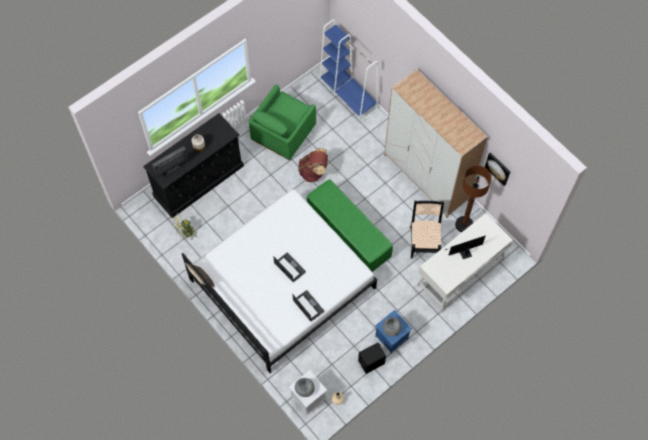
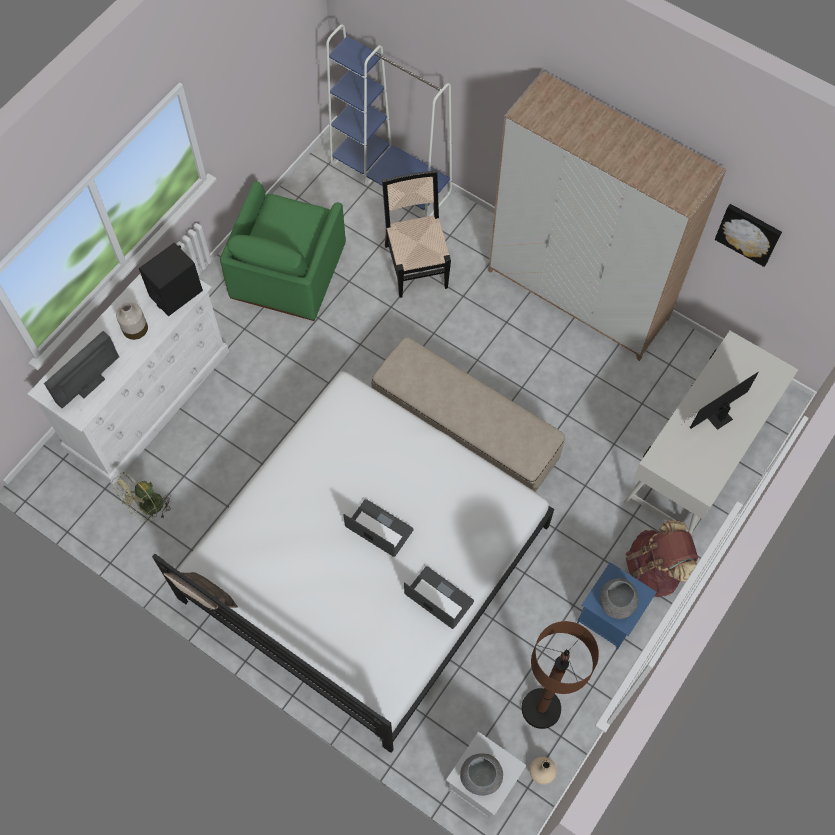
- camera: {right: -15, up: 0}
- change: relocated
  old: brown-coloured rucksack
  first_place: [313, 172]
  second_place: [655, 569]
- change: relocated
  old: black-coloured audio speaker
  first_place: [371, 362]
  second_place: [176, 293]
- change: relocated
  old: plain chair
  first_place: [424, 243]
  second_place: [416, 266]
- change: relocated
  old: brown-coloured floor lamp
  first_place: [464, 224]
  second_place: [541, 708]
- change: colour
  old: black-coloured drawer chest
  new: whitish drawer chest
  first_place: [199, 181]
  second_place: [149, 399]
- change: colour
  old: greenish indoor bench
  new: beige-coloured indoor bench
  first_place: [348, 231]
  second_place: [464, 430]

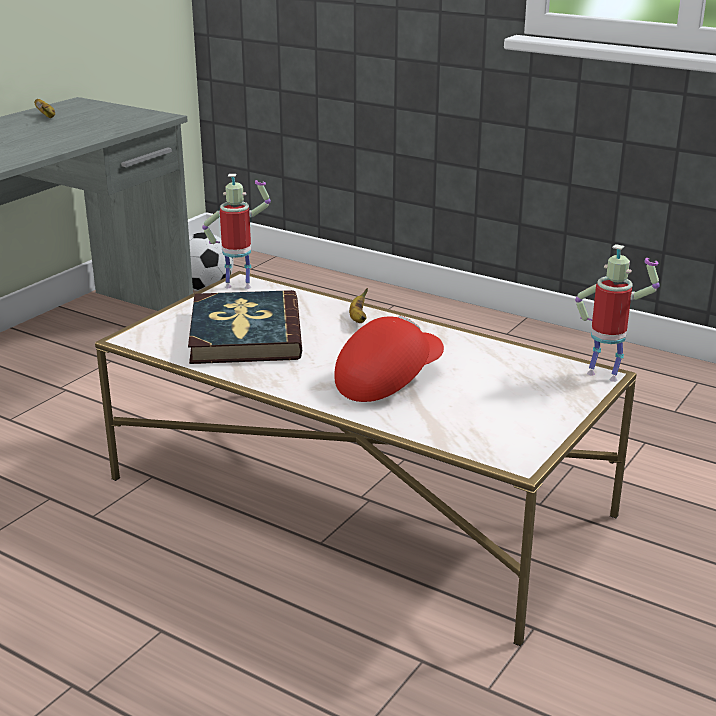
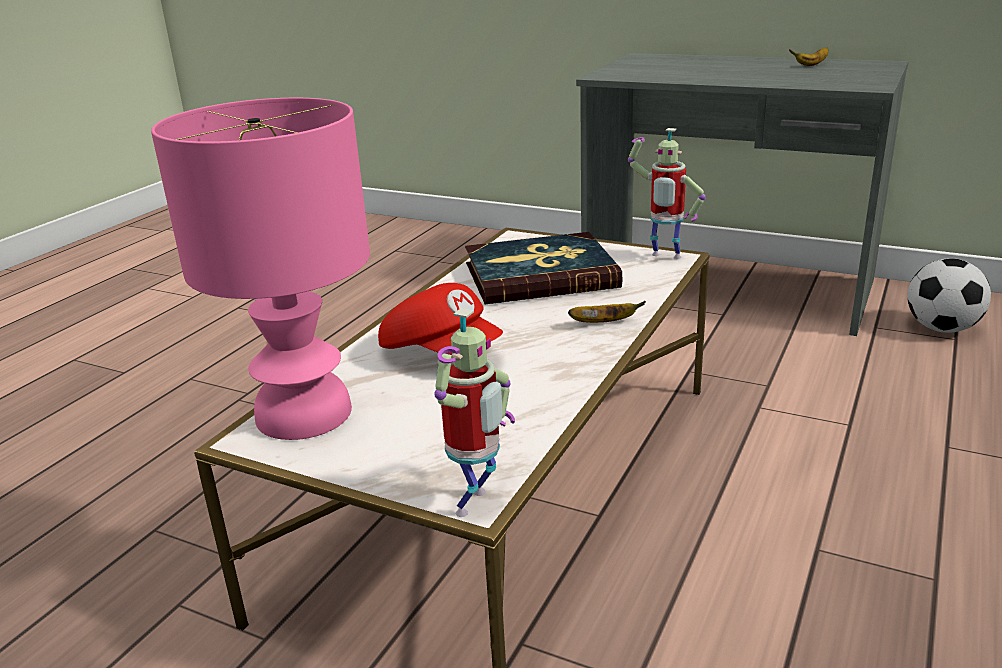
- camera: {right: 85, up: 0}
- change: appeared
  new: pink tabletop lamp
  second_place: [306, 414]
- change: spun
  old: robot figure
  first_place: [239, 285]
  second_place: [664, 257]
  degrees: 120

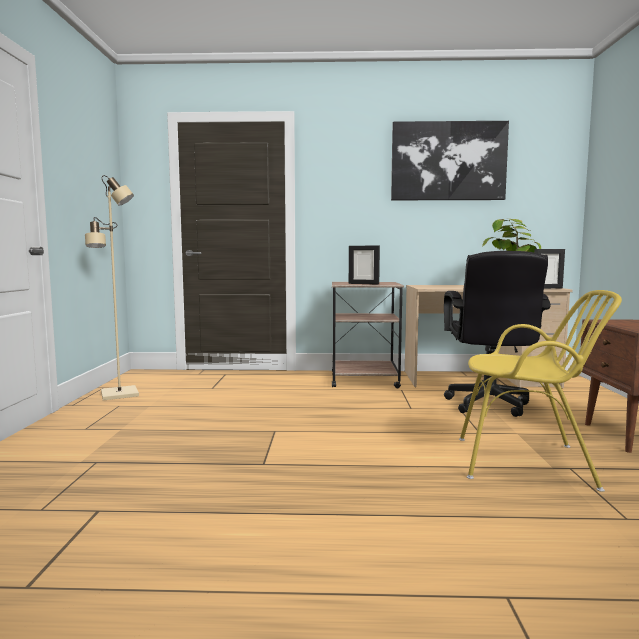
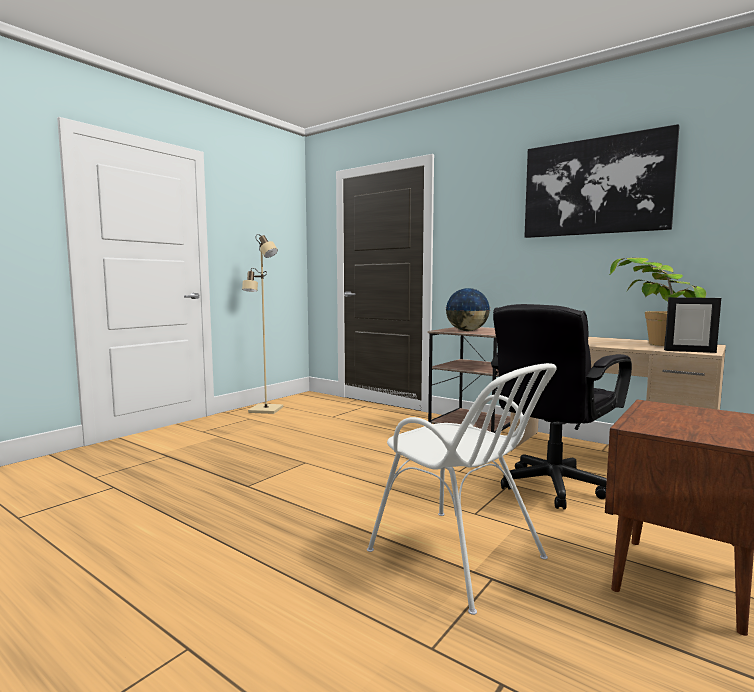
- camera: {right: 35, up: 0}
- change: exchanged
  old: standing frame
  new: globe
  first_place: [364, 284]
  second_place: [467, 331]
- change: colour
  old: yellow plain chair
  new: whitish plain chair
  first_place: [529, 462]
  second_place: [461, 557]

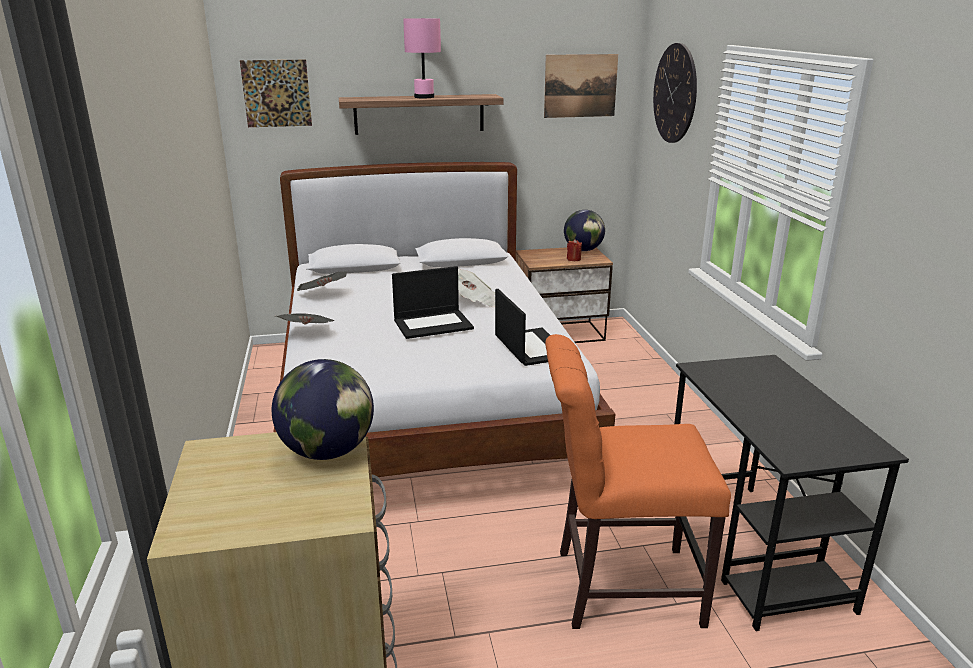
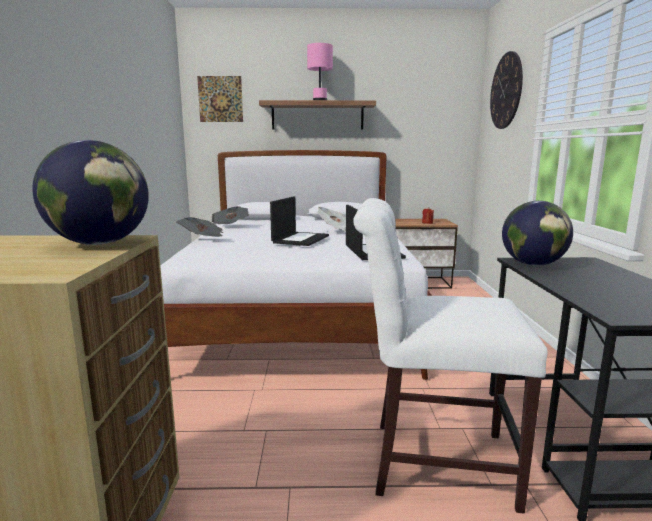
- camera: {right: 10, up: -10}
- change: missing
  old: wall picture
  first_place: [580, 86]
- change: relocated
  old: globe
  first_place: [583, 250]
  second_place: [533, 264]
- change: colour
  old: orange plain chair
  new: whitish plain chair
  first_place: [618, 586]
  second_place: [431, 461]
- change: spun
  old: laptop
  first_place: [433, 324]
  second_place: [300, 239]
  degrees: -60

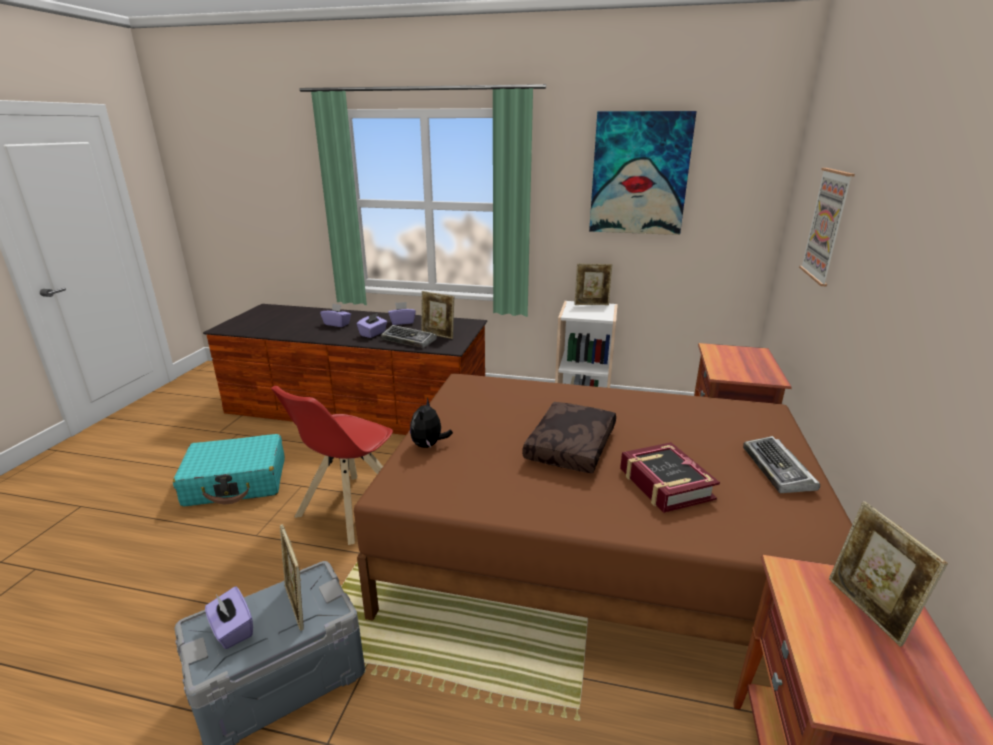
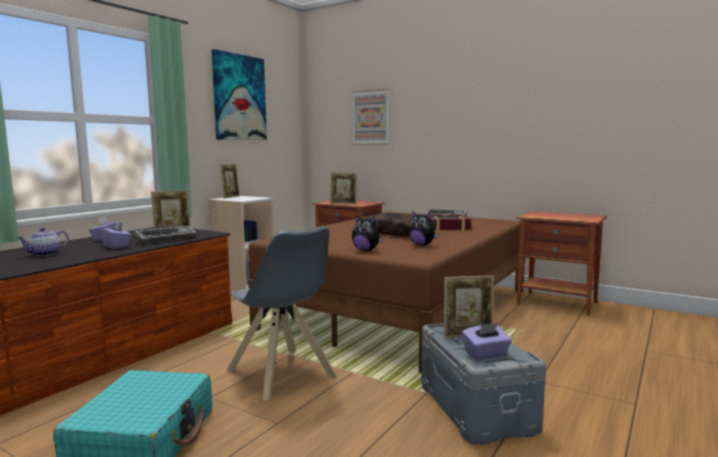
- camera: {right: -70, up: -15}
- change: appeared
  new: plush toy
  second_place: [422, 245]
- change: relocated
  old: standing frame
  first_place: [867, 610]
  second_place: [343, 203]
- change: exchanged
  old: purple-coloured tissue box
  new: tea pot
  first_place: [337, 324]
  second_place: [45, 254]
- change: colour
  old: reddish plain chair
  new: gray plain chair
  first_place: [350, 509]
  second_place: [282, 374]

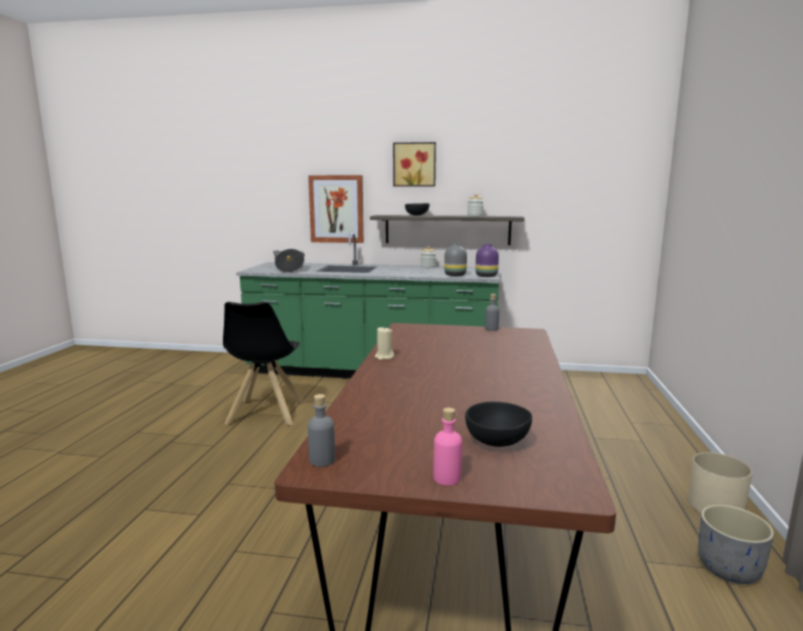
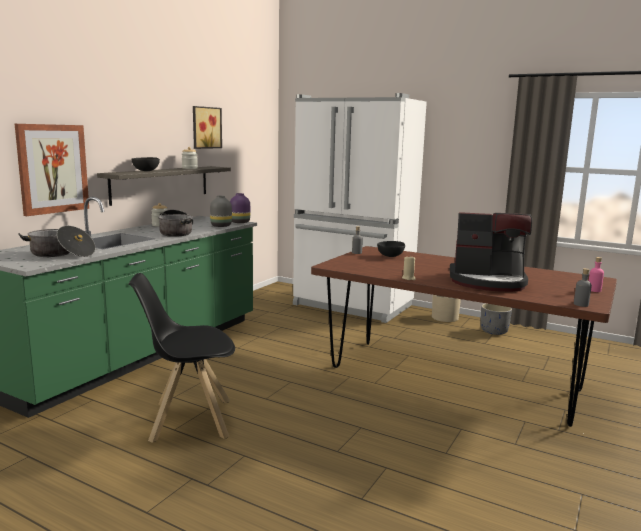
- camera: {right: -70, up: 0}
- change: appeared
  new: stockpot
  second_place: [176, 232]
- change: appeared
  new: whitish refrigerator
  second_place: [352, 306]
- change: appeared
  new: coffee machine
  second_place: [488, 281]
- change: relocated
  old: wall picture
  first_place: [414, 164]
  second_place: [205, 127]
- change: relocated
  old: black-coloured deep dish
  first_place: [497, 443]
  second_place: [391, 256]
- change: spun
  old: black-coloured plain chair
  first_place: [265, 414]
  second_place: [188, 420]
  degrees: 150

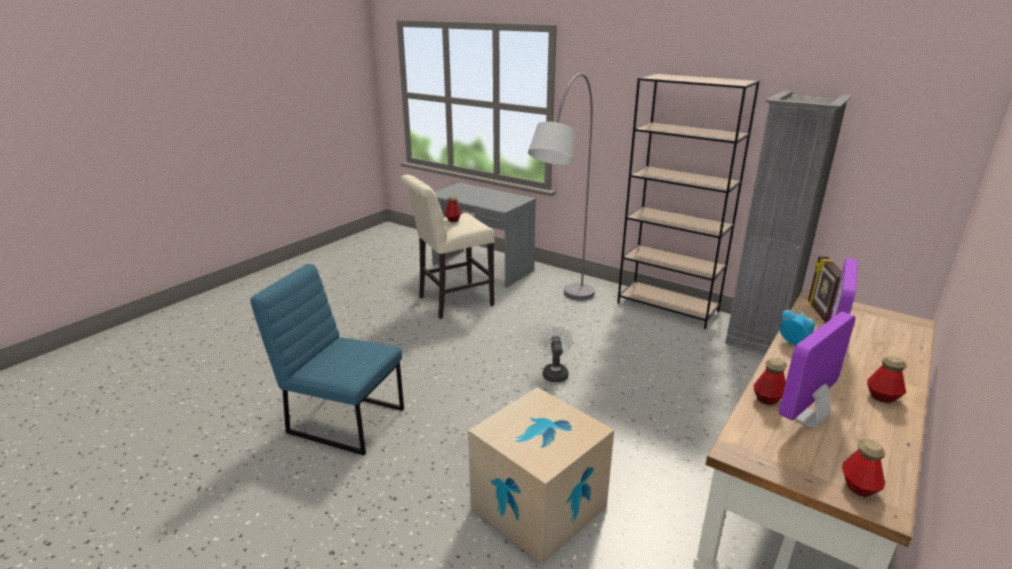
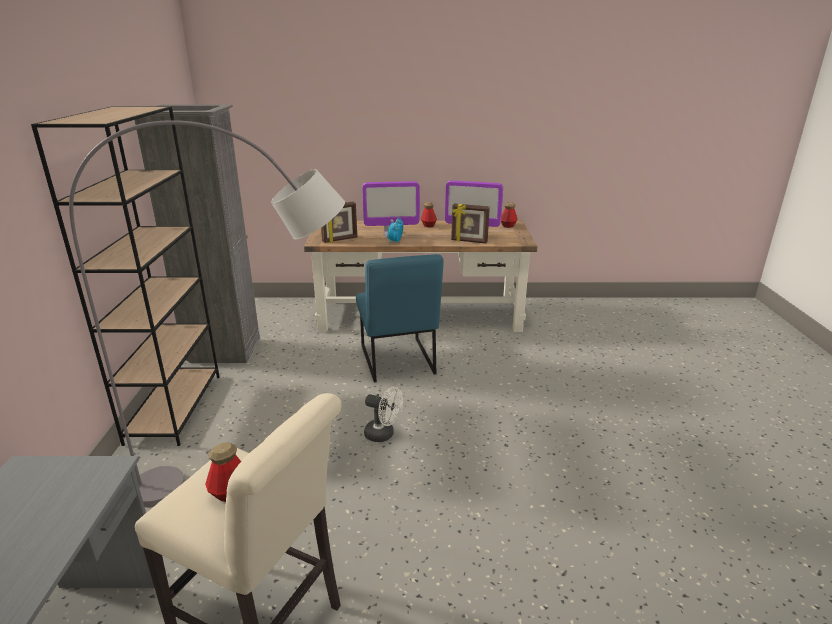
- camera: {right: -125, up: 0}
- change: missing
  old: carton
  first_place: [538, 506]
- change: relocated
  old: blue plain chair
  first_place: [344, 419]
  second_place: [397, 360]
- change: exchanged
  old: drink bottle
  new: standing frame
  first_place: [767, 398]
  second_place: [469, 241]
- change: spun
  old: whitish electric fan
  first_place: [554, 372]
  second_place: [383, 435]
  degrees: -120

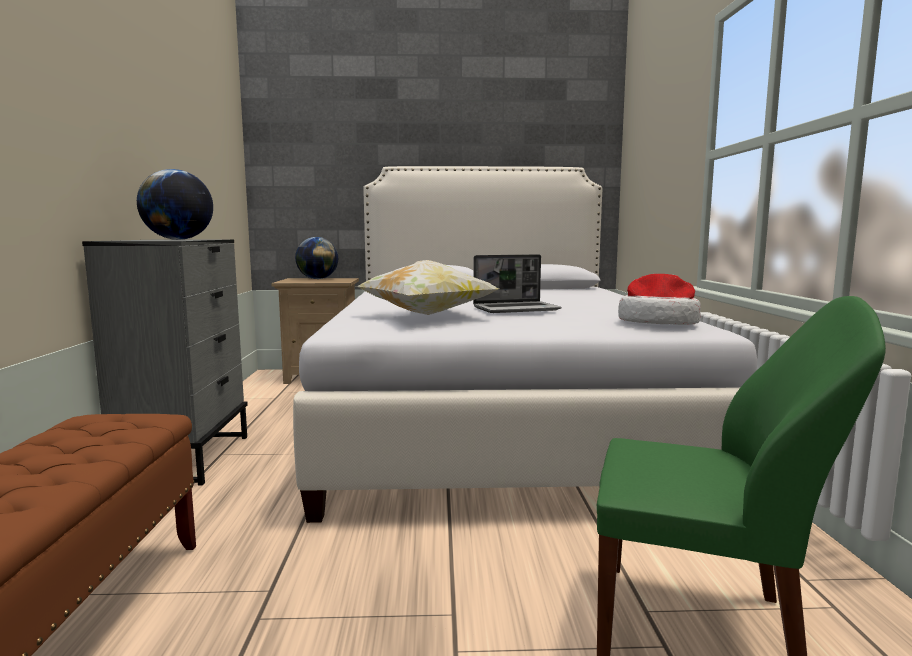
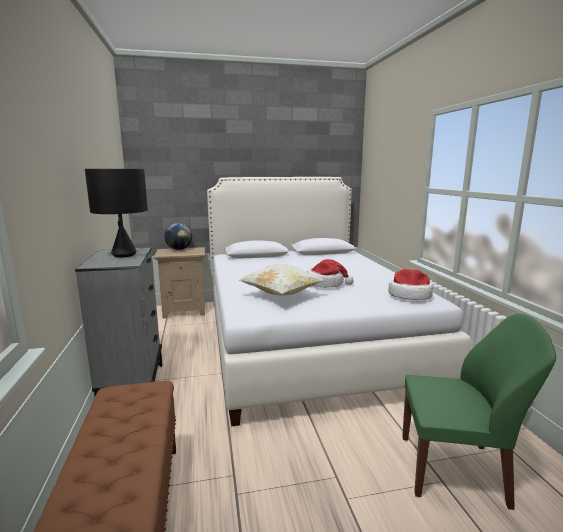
- camera: {right: -10, up: 5}
- change: exchanged
  old: globe
  new: black-coloured tabletop lamp
  first_place: [179, 239]
  second_place: [124, 255]
- change: exchanged
  old: laptop
  new: wearable hat
  first_place: [517, 309]
  second_place: [326, 283]

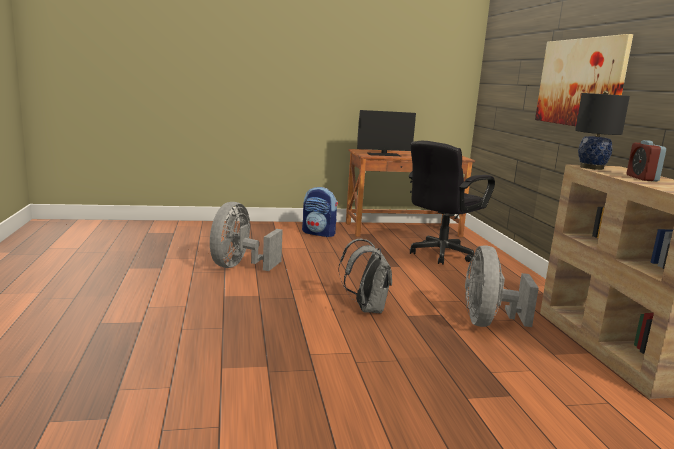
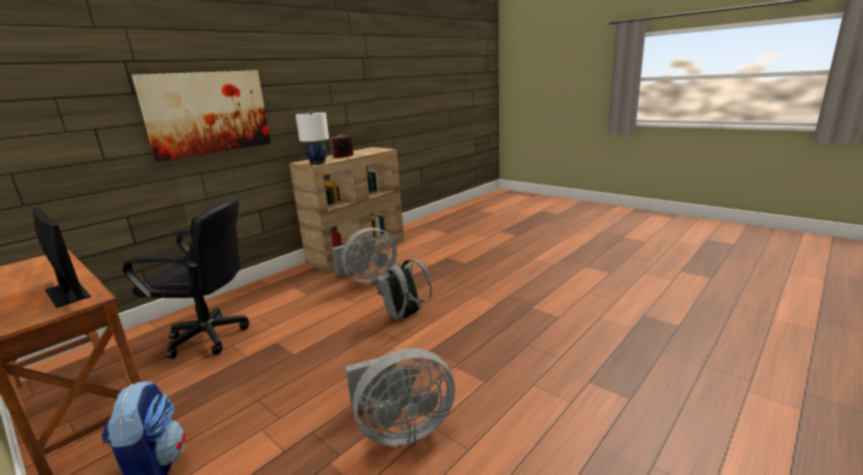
- camera: {right: -125, up: 5}
- change: colour
  old: black-coloured tabletop lamp
  new: whitish tabletop lamp
  first_place: [591, 167]
  second_place: [317, 163]

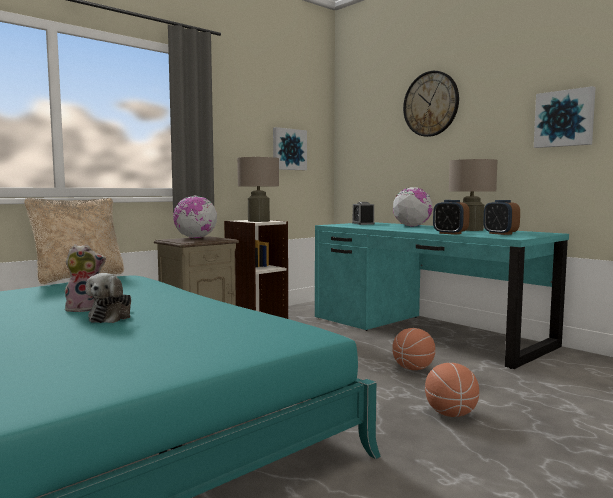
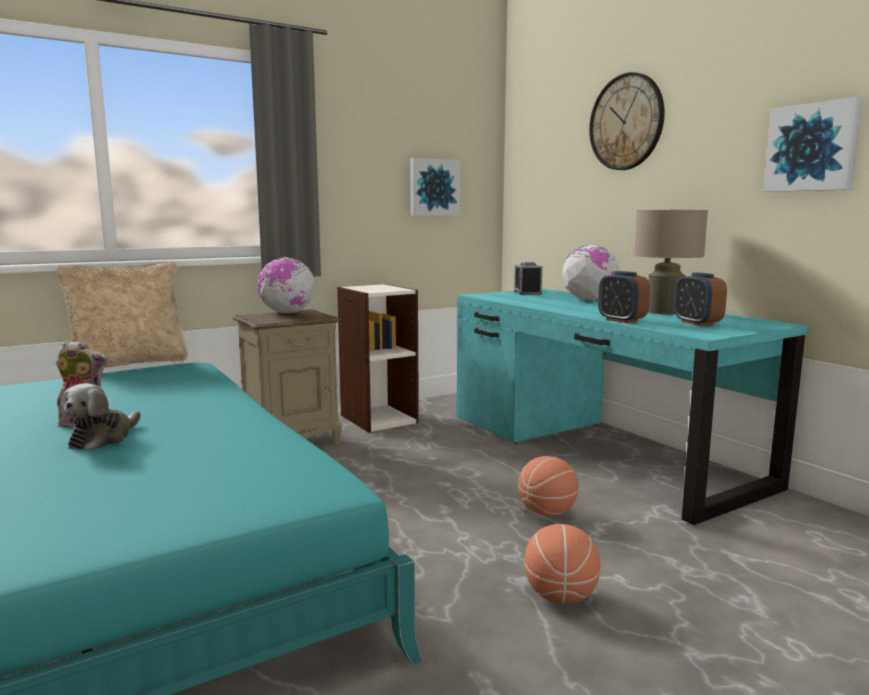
- camera: {right: 10, up: 5}
- change: missing
  old: beige-coloured tabletop lamp
  first_place: [258, 221]

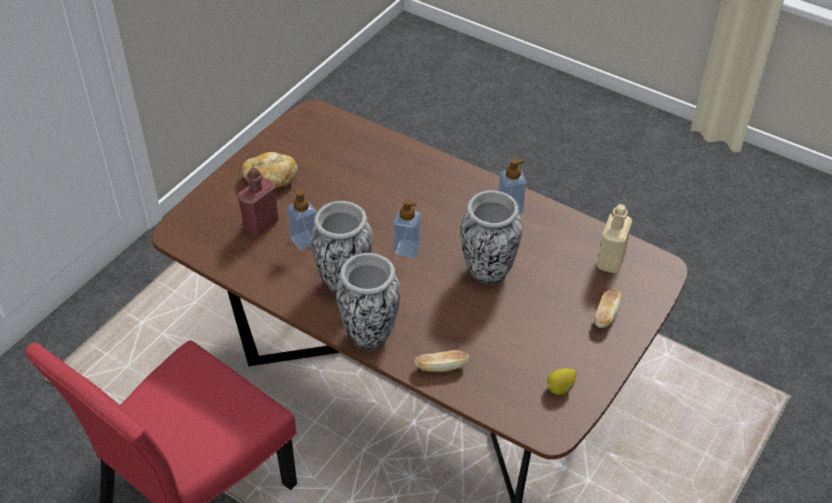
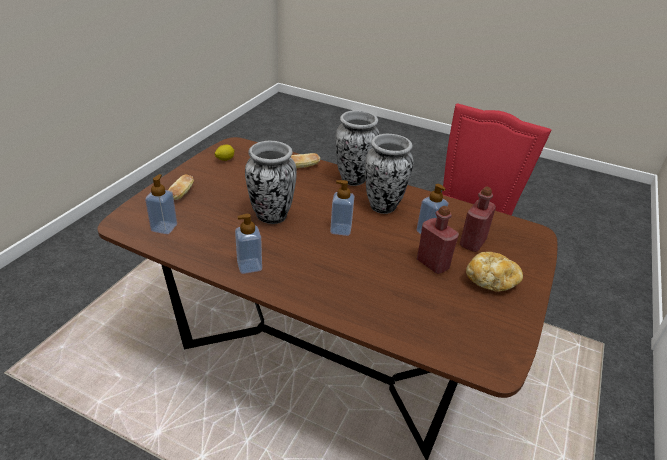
- camera: {right: 170, up: -10}
- change: appeared
  new: reddish drink bottle
  second_place: [432, 264]
- change: exchanged
  old: beige-coloured drink bottle
  new: soap dispenser
  first_place: [610, 261]
  second_place: [164, 228]

